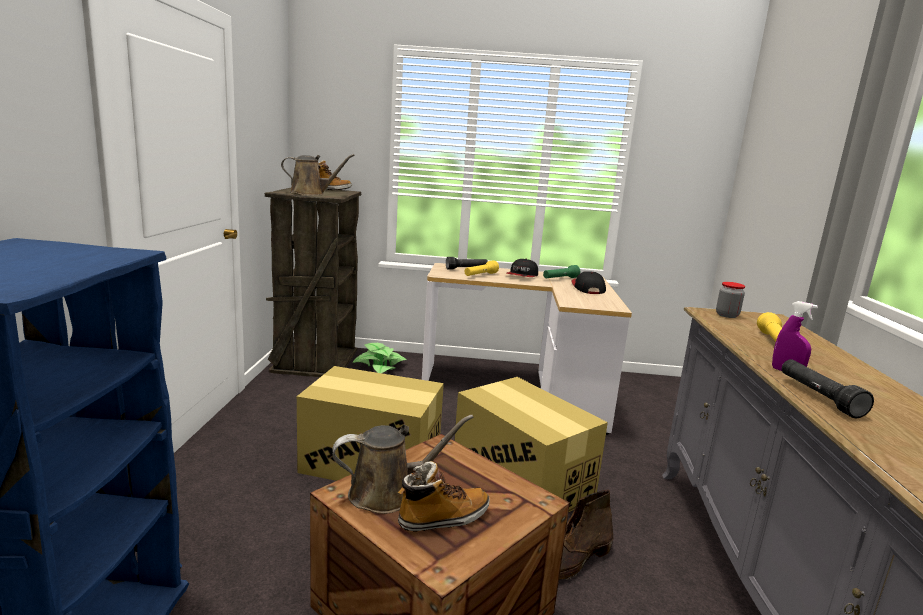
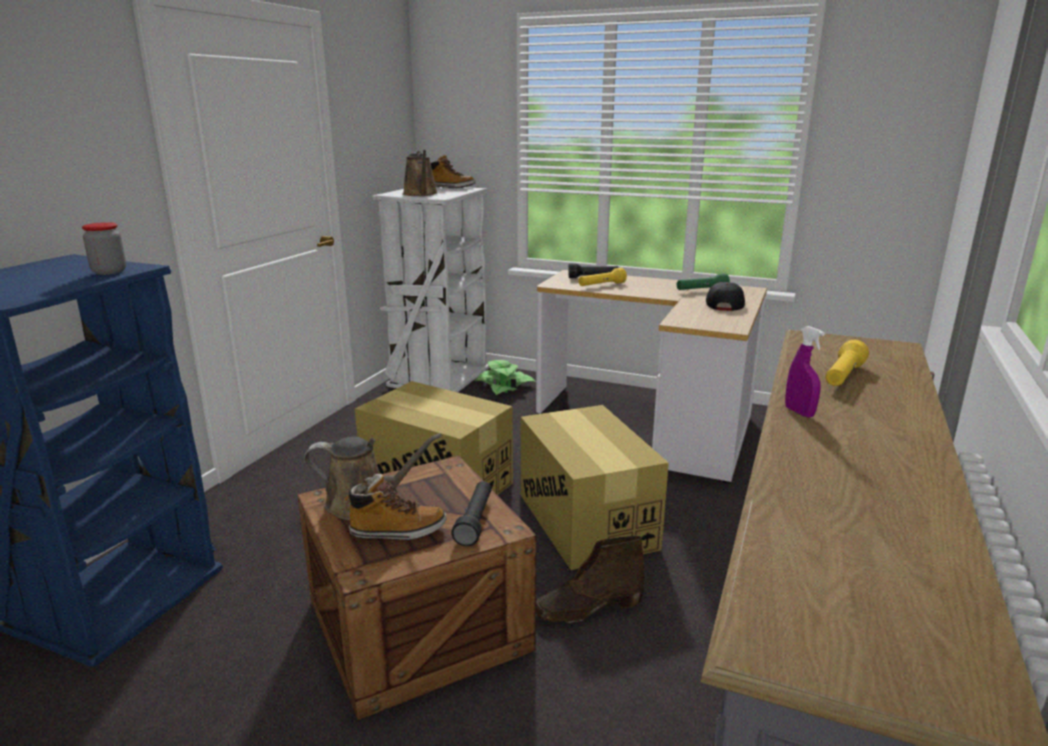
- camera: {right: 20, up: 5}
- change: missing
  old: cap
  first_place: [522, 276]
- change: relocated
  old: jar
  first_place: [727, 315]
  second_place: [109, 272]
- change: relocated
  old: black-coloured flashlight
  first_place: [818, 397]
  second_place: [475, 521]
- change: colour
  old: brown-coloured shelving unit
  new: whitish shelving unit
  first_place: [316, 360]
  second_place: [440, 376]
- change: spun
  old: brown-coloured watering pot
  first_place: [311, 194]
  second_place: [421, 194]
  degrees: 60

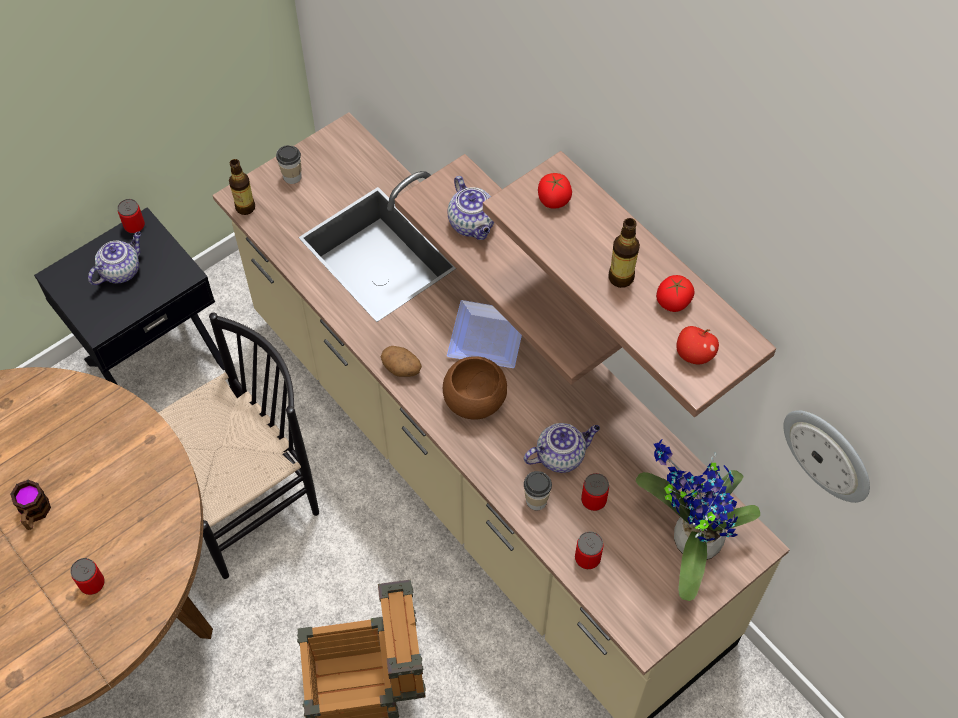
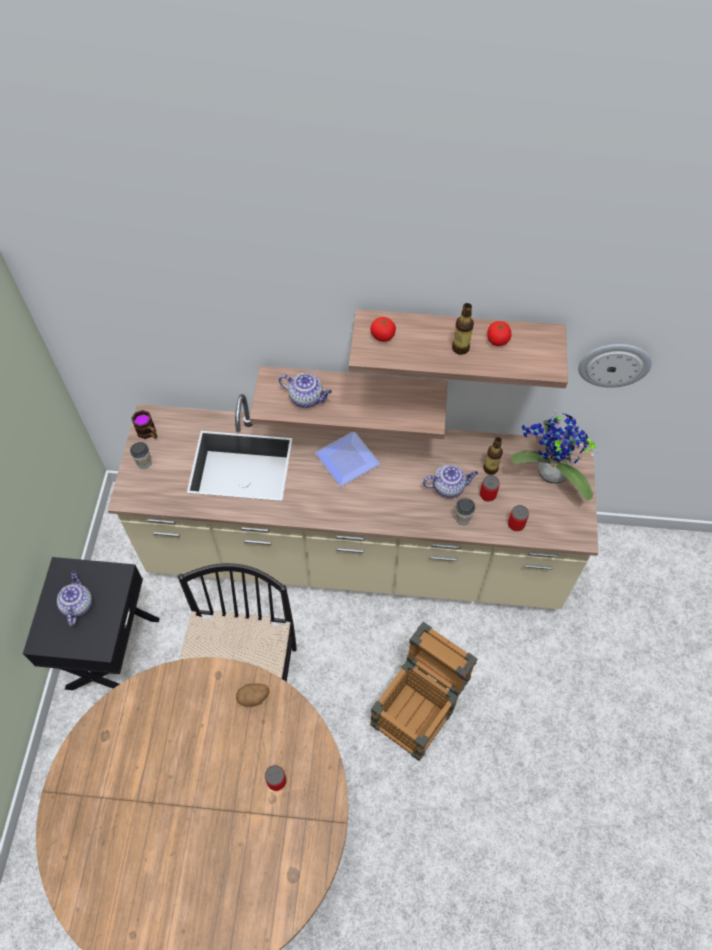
- camera: {right: -45, up: 0}
- change: missing
  old: metal can
  first_place: [134, 226]
- change: missing
  old: brown-coloured deep dish
  first_place: [475, 401]
- change: missing
  old: apple
  first_place: [694, 354]
- change: relocated
  old: coffee mug
  first_place: [34, 514]
  second_place: [149, 433]
- change: relocated
  old: drink bottle
  first_place: [245, 207]
  second_place: [490, 468]
- change: relocated
  old: whole potato
  first_place: [402, 368]
  second_place: [254, 697]
- change: spun
  old: tea pot
  first_place: [561, 455]
  second_place: [449, 487]
  degrees: 60

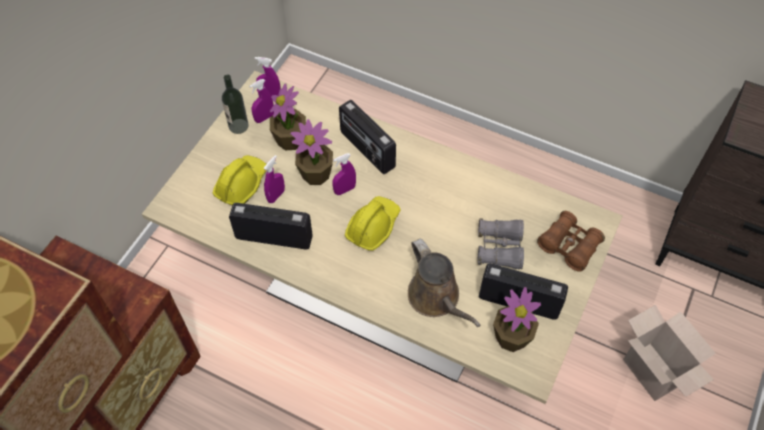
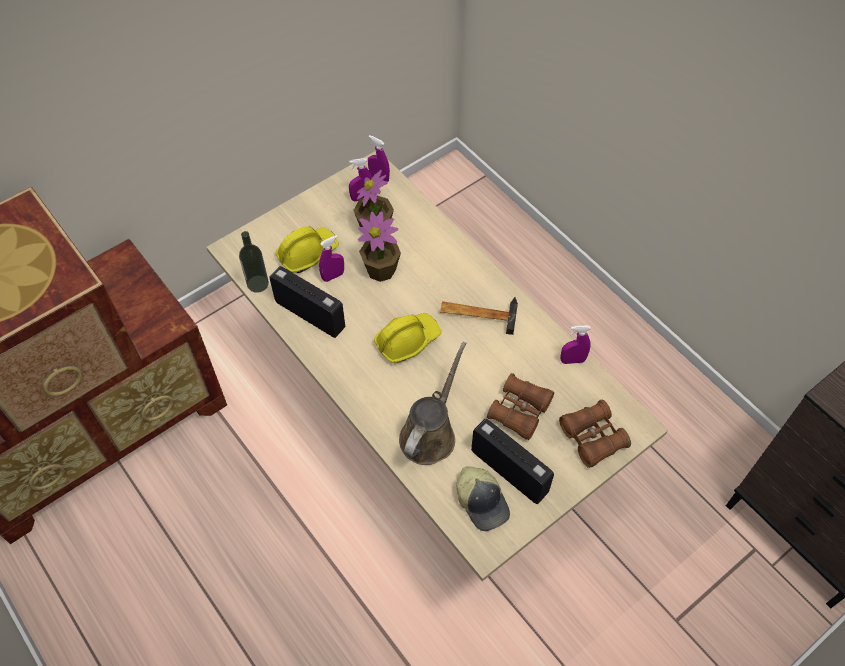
- camera: {right: 25, up: 0}
- change: missing
  old: radio
  first_place: [366, 150]
- change: missing
  old: carton
  first_place: [654, 372]
- change: appeared
  new: hand hammer
  second_place: [478, 313]
- change: relocated
  old: drink bottle
  first_place: [238, 126]
  second_place: [257, 284]
- change: relocated
  old: purple-coloured hand sprayer
  first_place: [344, 190]
  second_place: [572, 360]
- change: exchanged
  old: plant in a pot
  new: cap
  first_place: [511, 337]
  second_place: [482, 502]
- change: colour
  old: gray binoculars
  new: brown-coloured binoculars
  first_place: [499, 248]
  second_place: [519, 411]
- change: spun
  old: brown-coloured watering pot
  first_place: [436, 298]
  second_place: [430, 434]
  degrees: -150

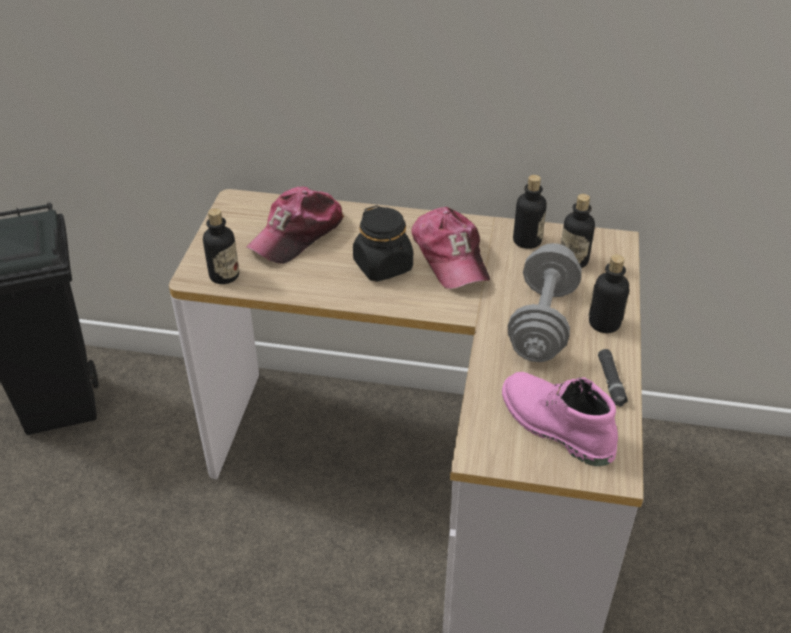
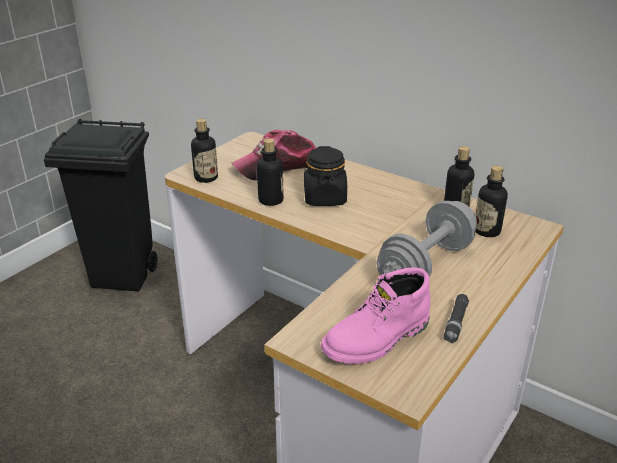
- camera: {right: 25, up: -10}
- change: missing
  old: cap
  first_place: [450, 256]
- change: relocated
  old: drink bottle
  first_place: [604, 323]
  second_place: [271, 200]
- change: spun
  old: pink high-top boot
  first_place: [554, 427]
  second_place: [378, 340]
  degrees: -105

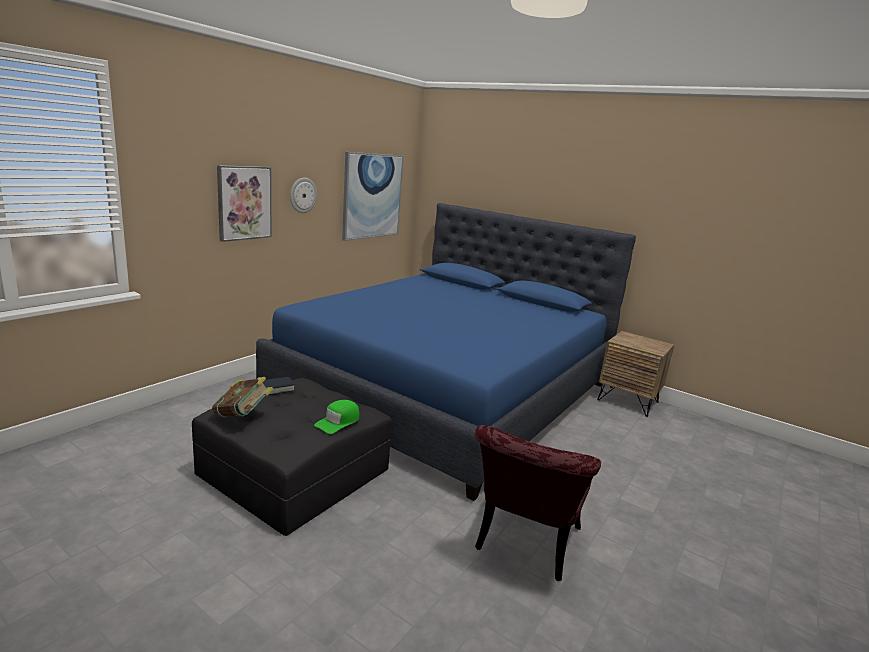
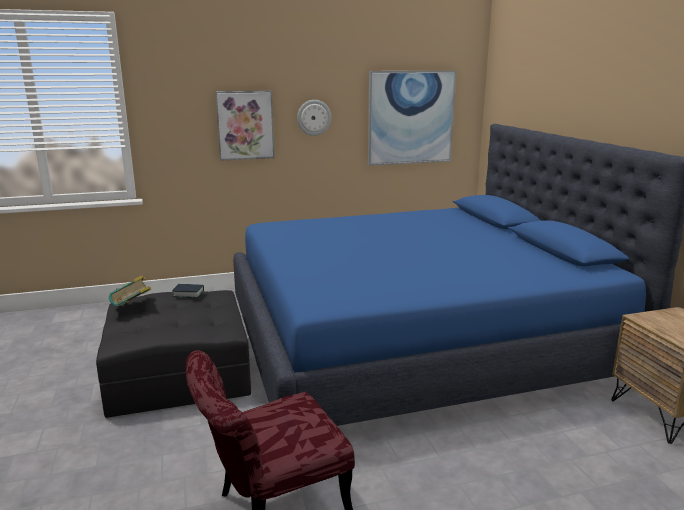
- camera: {right: 40, up: 0}
- change: missing
  old: greenish cap
  first_place: [338, 422]

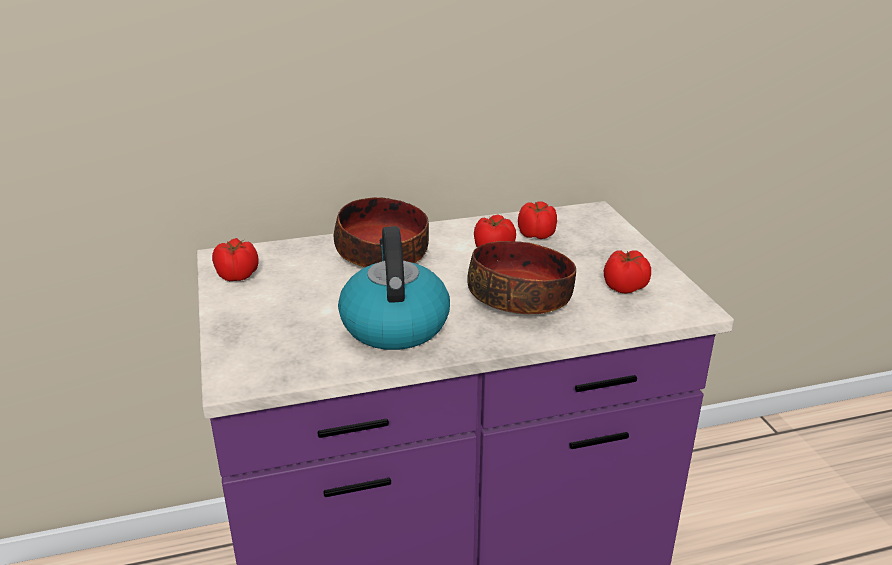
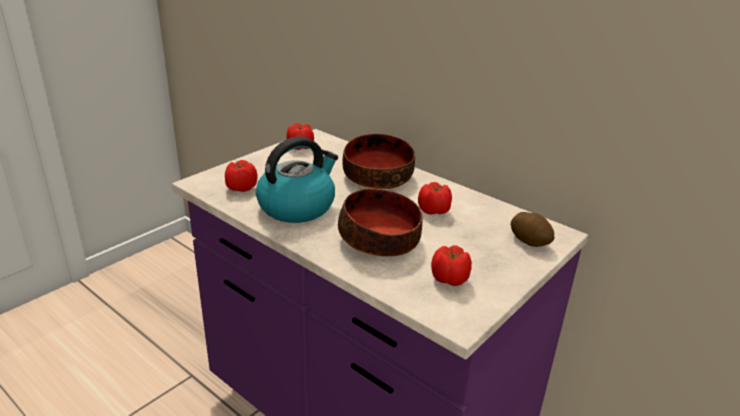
- camera: {right: 55, up: 0}
- change: appeared
  new: whole potato
  second_place: [530, 241]
- change: relocated
  old: whole tomato
  first_place: [537, 235]
  second_place: [240, 188]

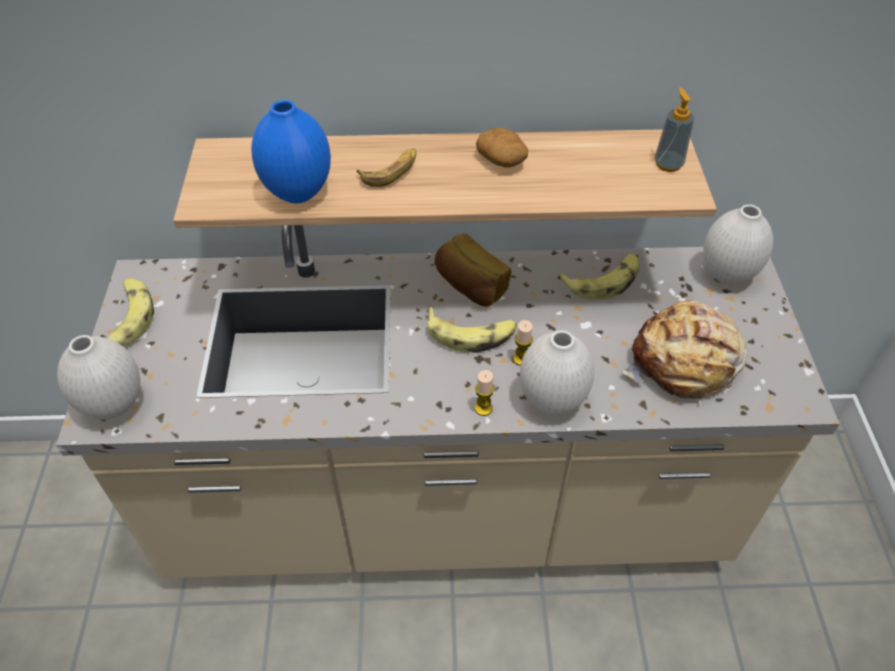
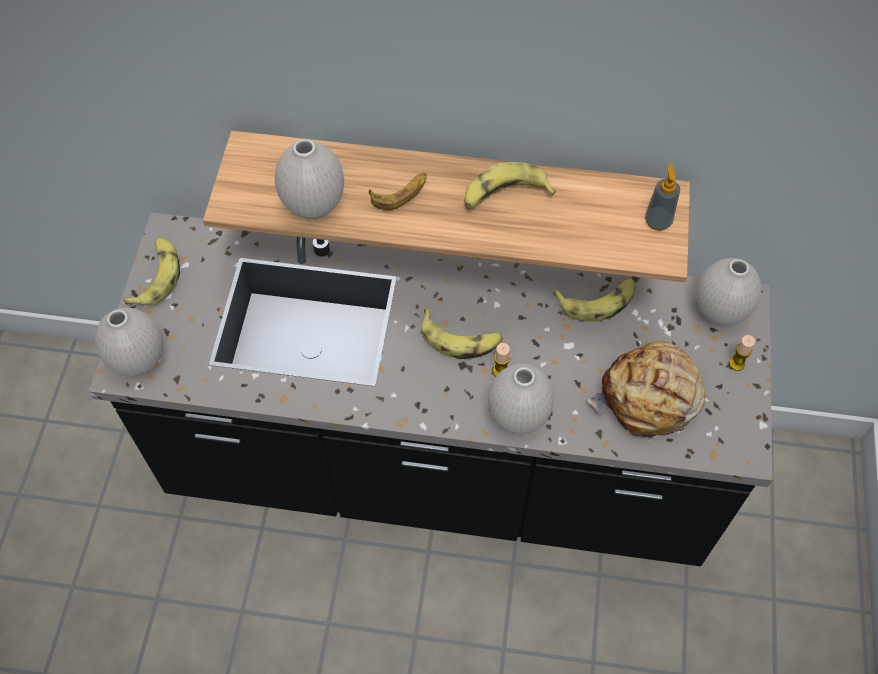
- camera: {right: 10, up: 10}
- change: missing
  old: bakery bread
  first_place: [470, 286]
- change: relocated
  old: wax candle
  first_place: [483, 408]
  second_place: [736, 363]
- change: exchanged
  old: whole potato
  new: whole banana
  first_place: [502, 160]
  second_place: [504, 195]
- change: colour
  old: beige-coloured kitchen base unit
  new: black-coloured kitchen base unit
  first_place: [447, 512]
  second_place: [439, 471]
- change: colour
  old: blue decorative vase
  new: whitish decorative vase
  first_place: [297, 193]
  second_place: [313, 206]

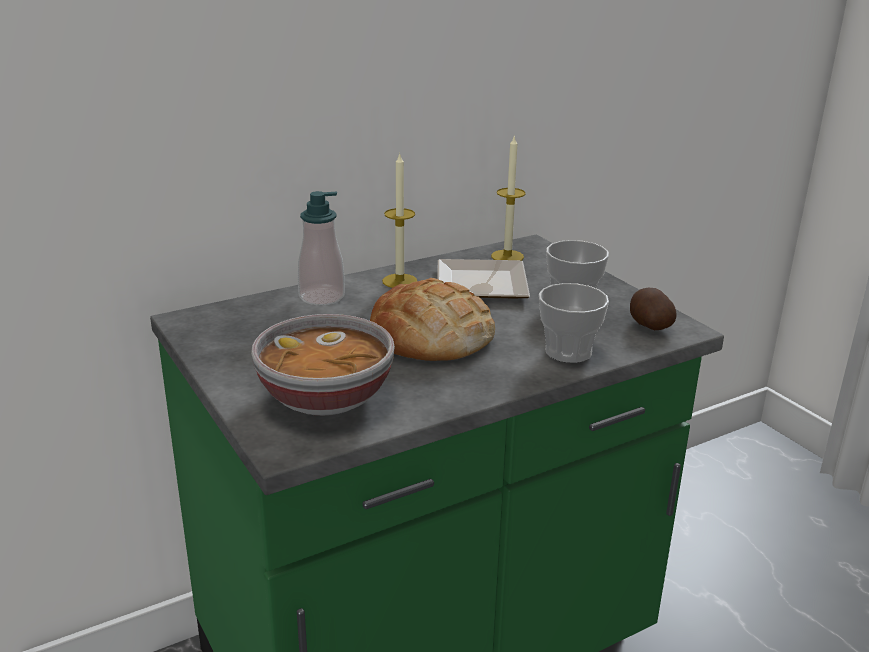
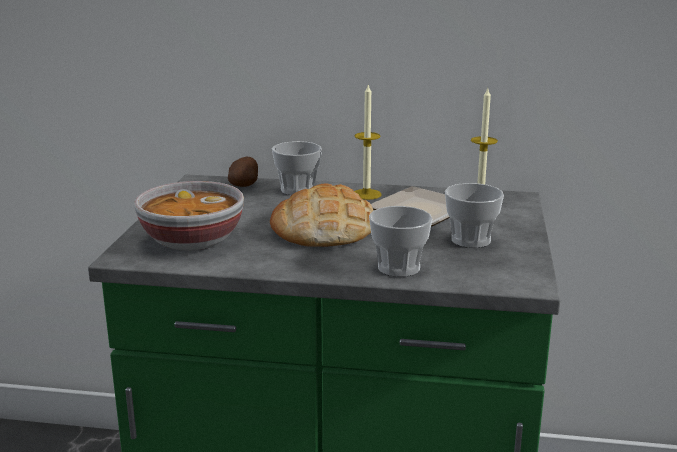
- camera: {right: 40, up: -5}
- change: relocated
  old: whole potato
  first_place: [648, 326]
  second_place: [244, 185]
- change: exchanged
  old: soap dispenser
  new: cup
  first_place: [322, 297]
  second_place: [297, 190]

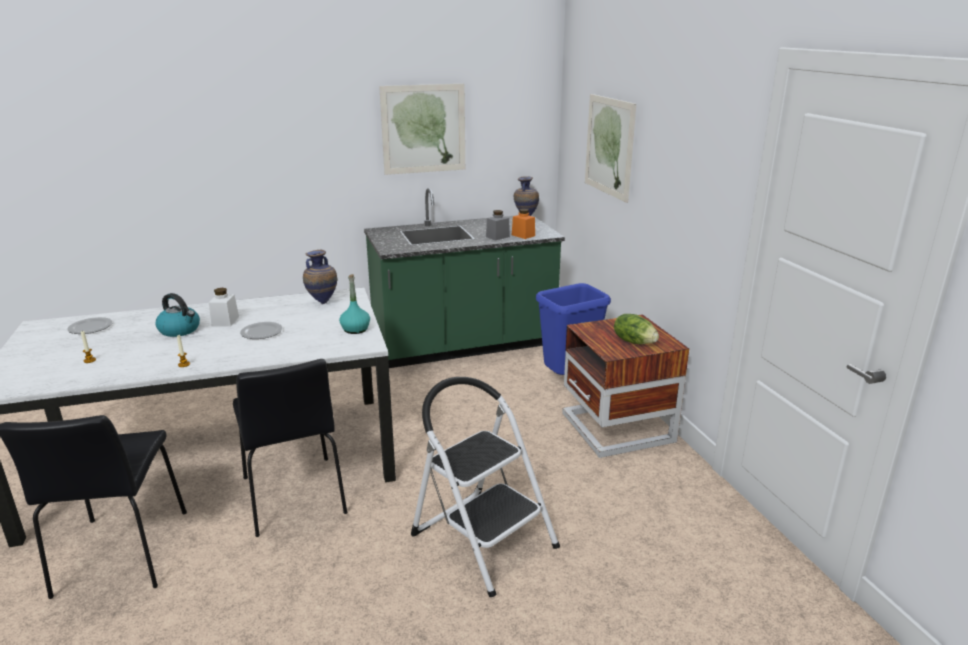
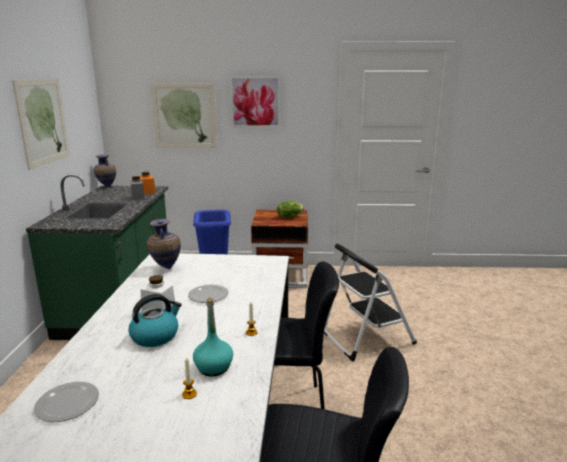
- camera: {right: -70, up: -5}
- change: appeared
  new: wall picture
  second_place: [255, 102]
- change: relocated
  old: blue-green drink bottle
  first_place: [355, 329]
  second_place: [213, 367]

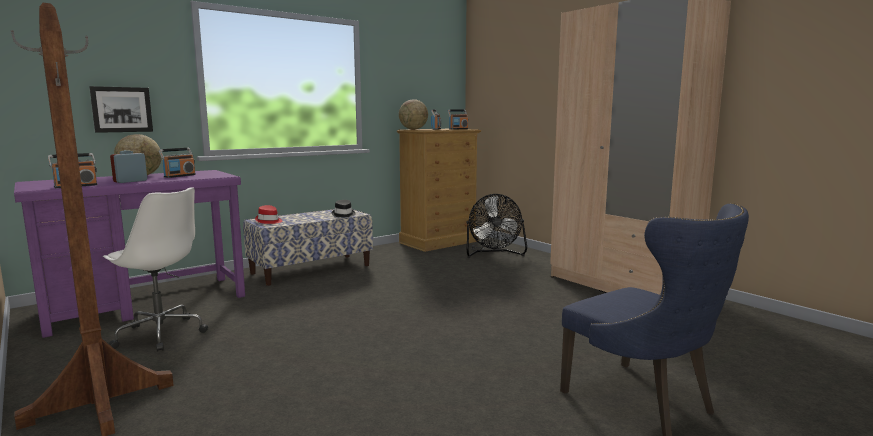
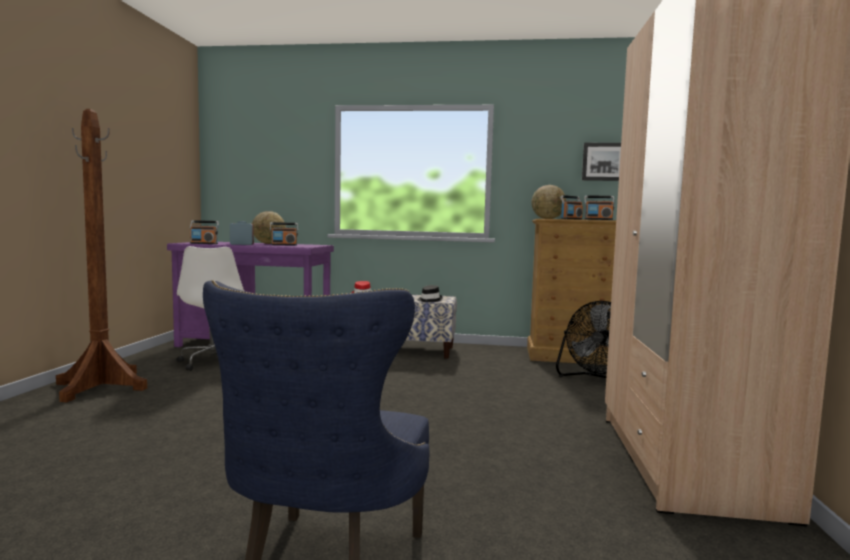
- camera: {right: 45, up: -5}
- change: relocated
  old: wall picture
  first_place: [122, 109]
  second_place: [604, 161]

